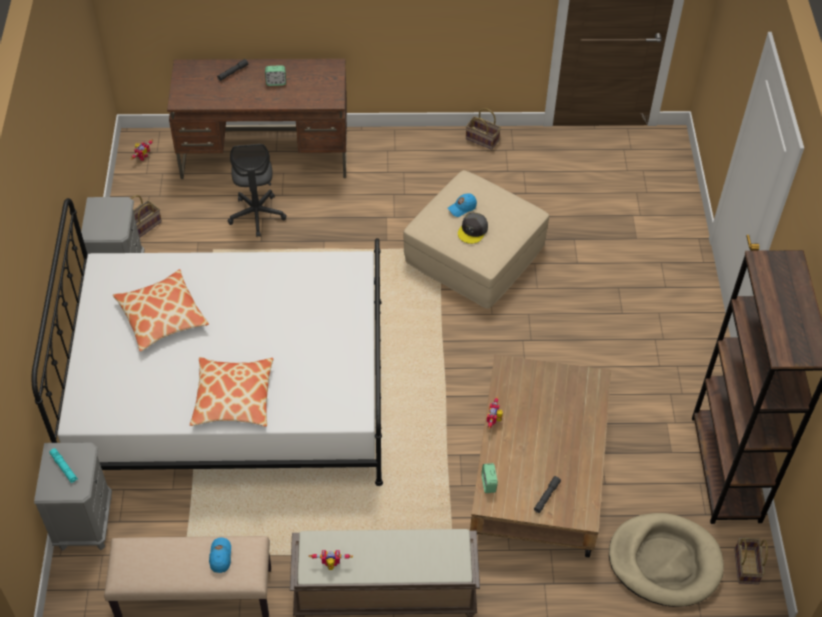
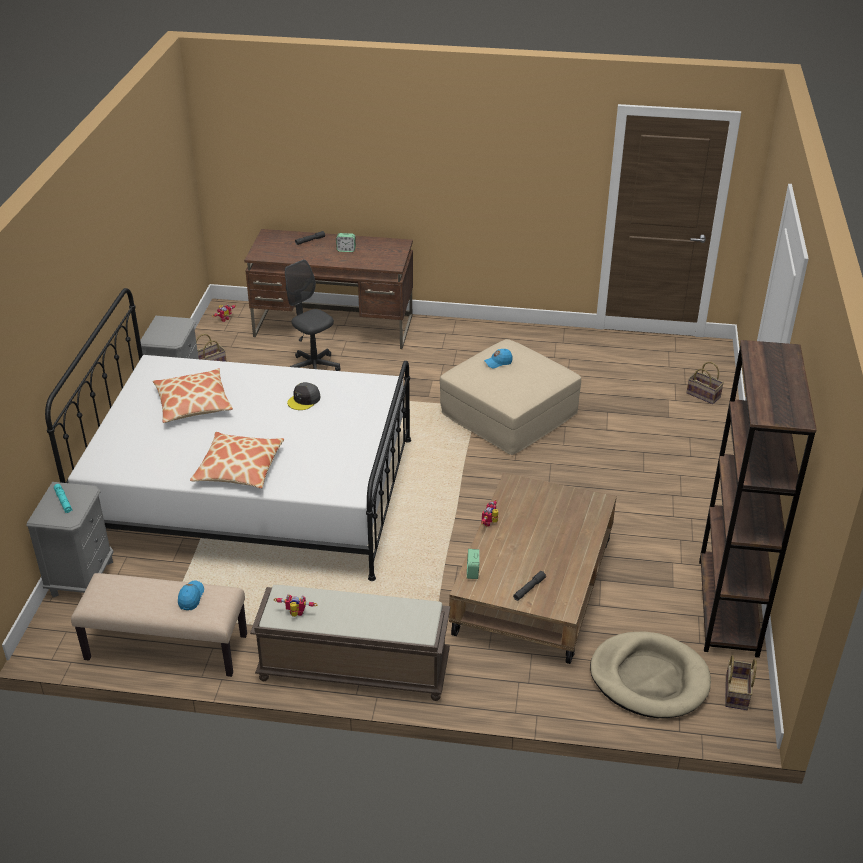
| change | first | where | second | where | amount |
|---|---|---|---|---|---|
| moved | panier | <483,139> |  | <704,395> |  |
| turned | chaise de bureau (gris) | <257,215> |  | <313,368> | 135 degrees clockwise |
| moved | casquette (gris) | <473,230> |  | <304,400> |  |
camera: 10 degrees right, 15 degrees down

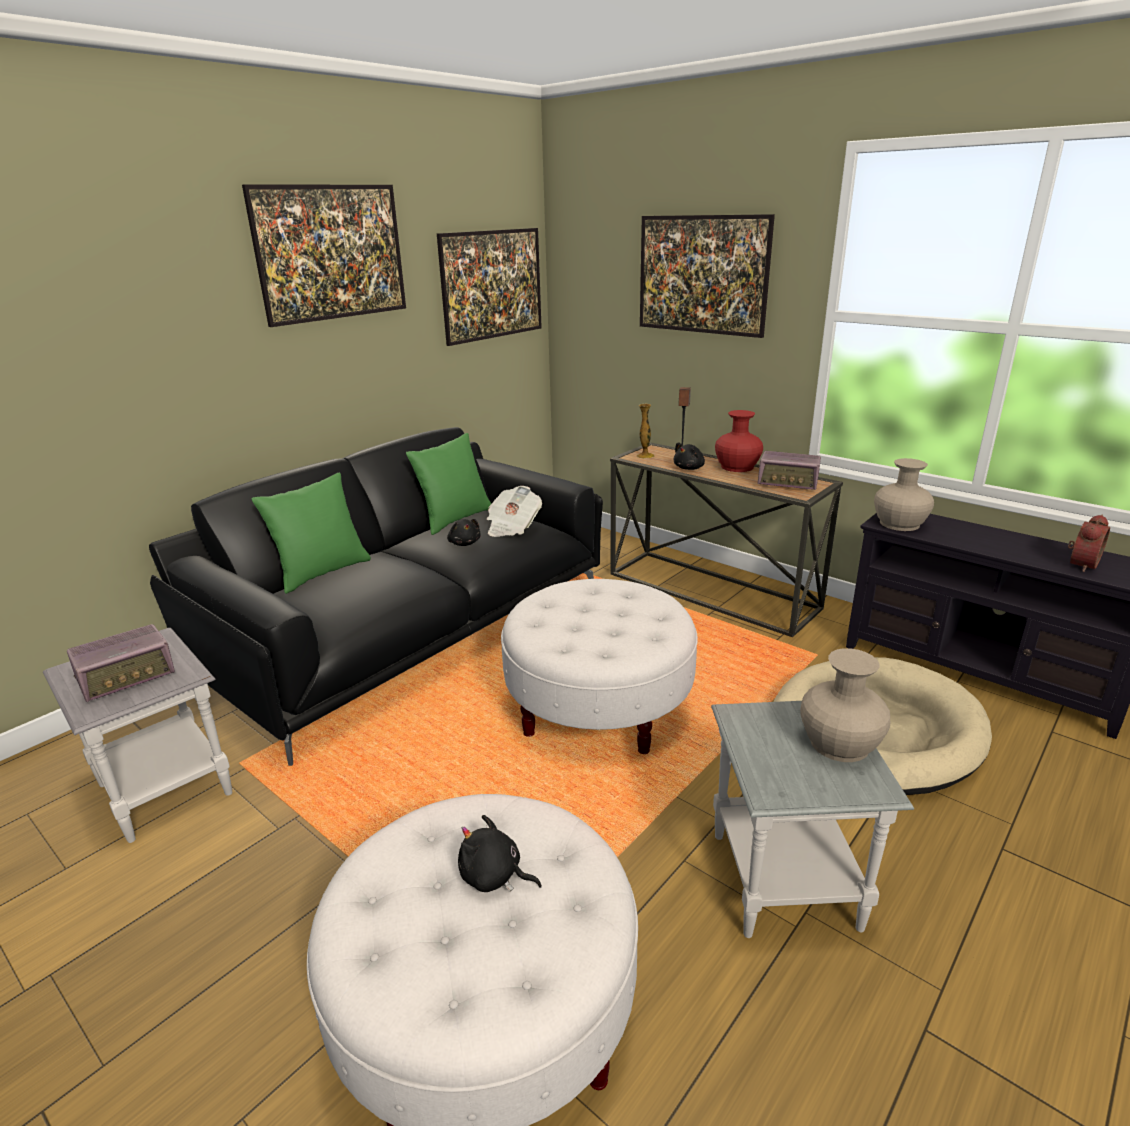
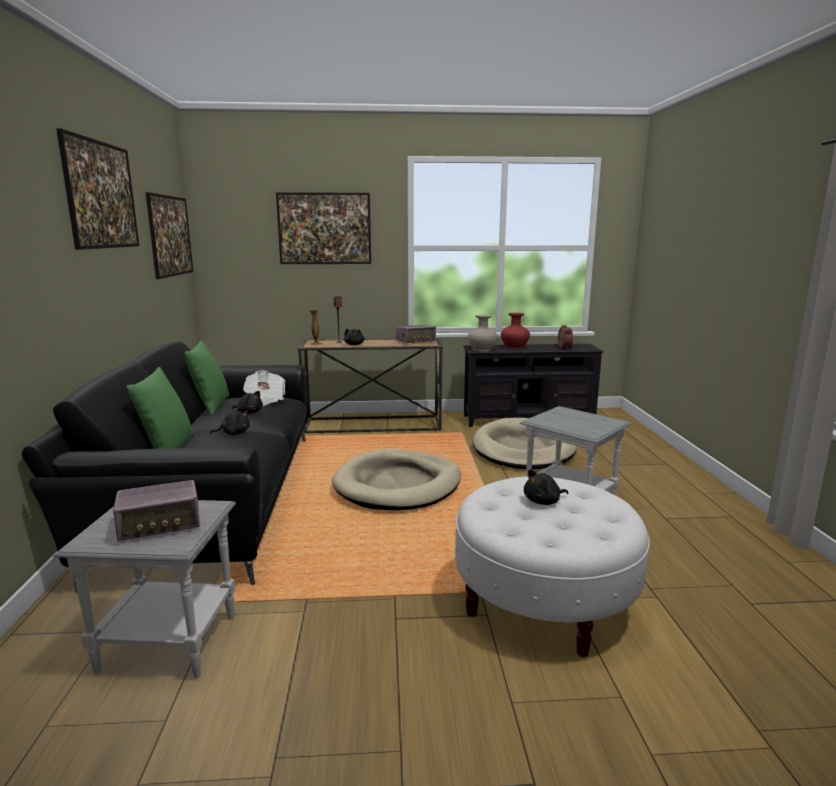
| change | first | where | second | where | amount |
|---|---|---|---|---|---|
| moved | vase (rouge) | <737,467> |  | <514,346> |  |
| replaced | pouf (blanc) | <599,707> | panier pour chien (beige) | <398,485> |  |
| turned | radio | <127,677> |  | <160,524> | 60 degrees clockwise |
| removed | vase (beige) | <839,743> |  |  |  |
| added |  |  | peluche (noir) | <234,433> |  |
camera: 45 degrees left, 10 degrees down

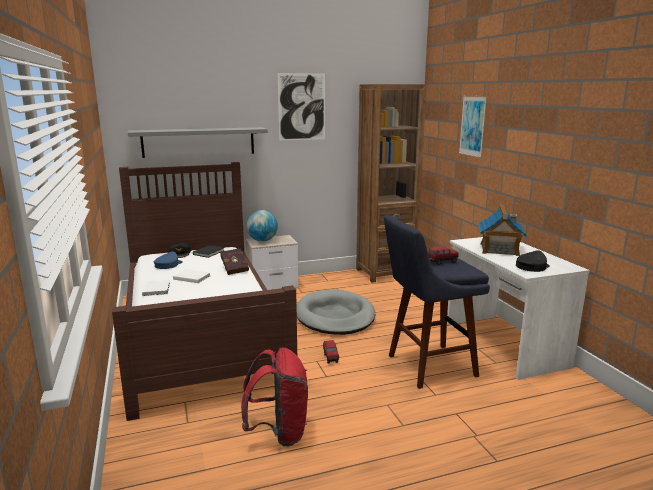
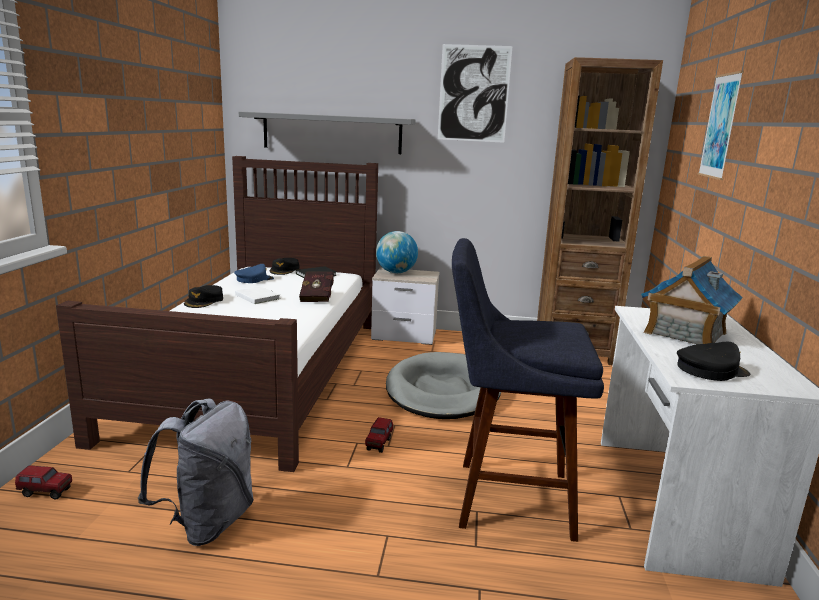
| change | first | where | second | where | amount |
|---|---|---|---|---|---|
| moved | camion jouet | <442,262> |  | <46,492> |  |
| replaced | livre (blanc) | <157,288> | casquette (noir) | <204,301> |  |
| recoloured | sac à dos (rouge) | <279,432> | sac à dos (gris) | <207,522> |  |
camera: 25 degrees right, 0 degrees up

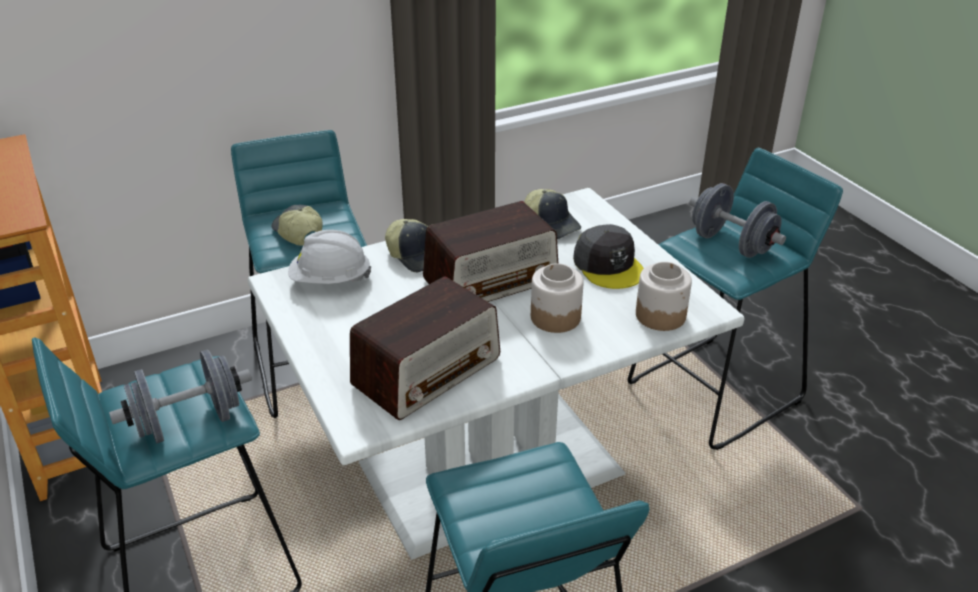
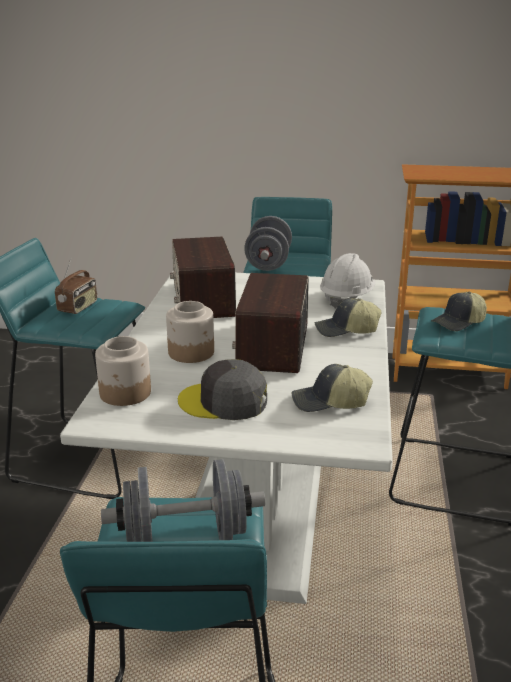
| change | first | where | second | where | amount |
|---|---|---|---|---|---|
| turned | casquette | <297,233> |  | <459,323> | 150 degrees clockwise |
| added |  |  | radio | <78,307> |  |
camera: 125 degrees right, 10 degrees down

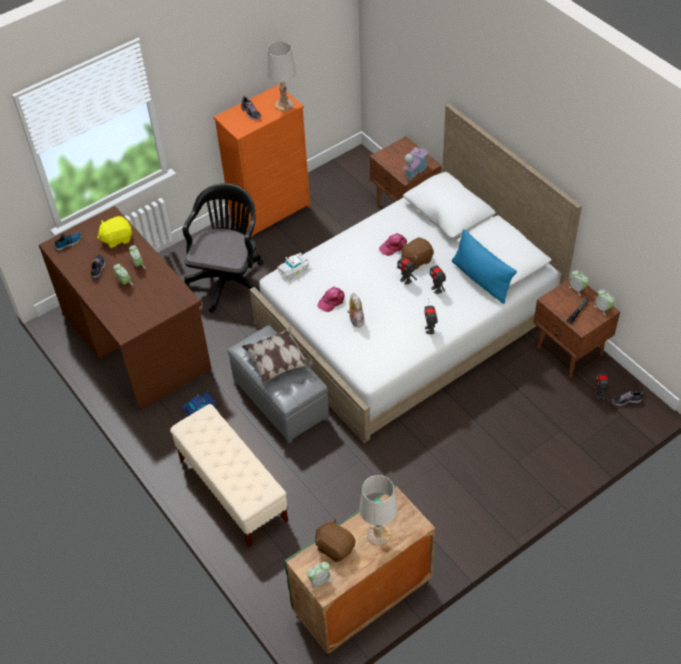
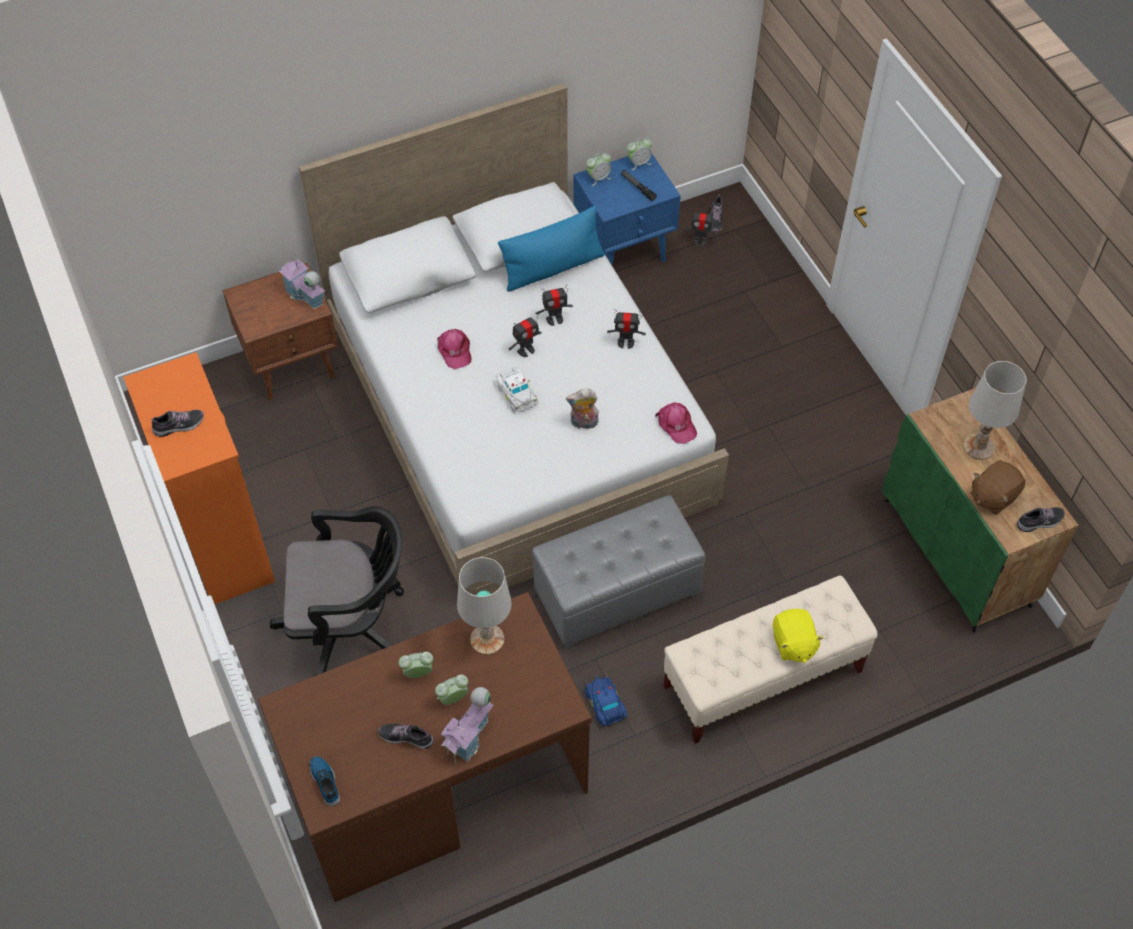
| change | first | where | second | where | amount |
|---|---|---|---|---|---|
| moved | lampe de table (blanc) | <284,104> |  | <487,638> |  |
| turned | chaise de bureau (noir) | <229,279> |  | <351,627> | 150 degrees clockwise |
| moved | peluche (jaune) | <117,239> |  | <793,644> |  |
| removed | peluche (marron) | <416,260> |  |  |  |
| moved | petite voiture (blanc) | <294,269> |  | <517,393> |  |
| recoloured | table de chevet (marron) | <570,351> | table de chevet (bleu) | <624,250> |  |
| moved | casquette (rose) | <332,300> |  | <676,425> |  |
| removed | coussin | <278,363> |  |  |  |
| replaced | réveil | <319,580> | chaussure | <1040,521> |  |
| added |  |  | maison miniature | <469,737> |  |
camera: 80 degrees left, 5 degrees up

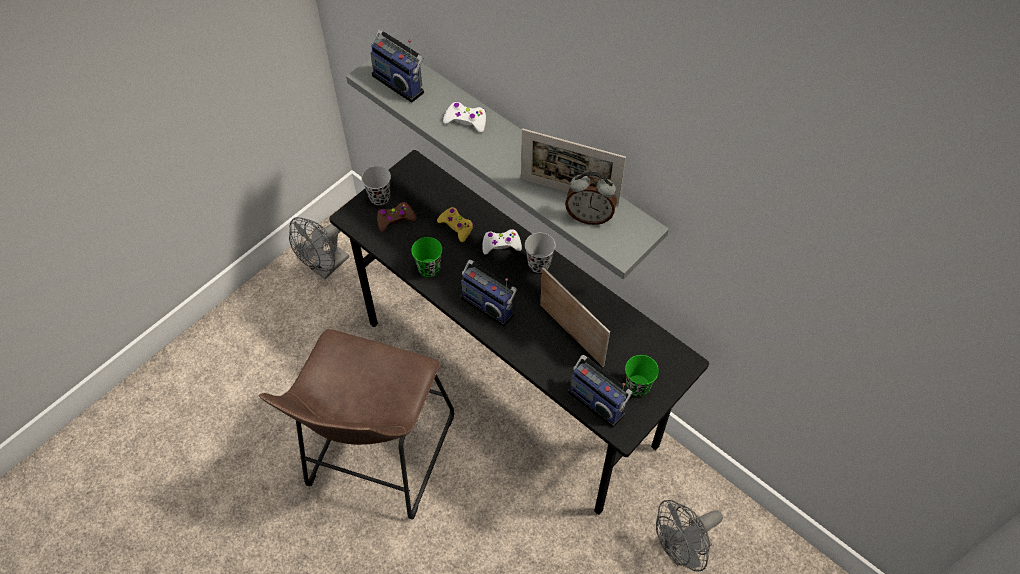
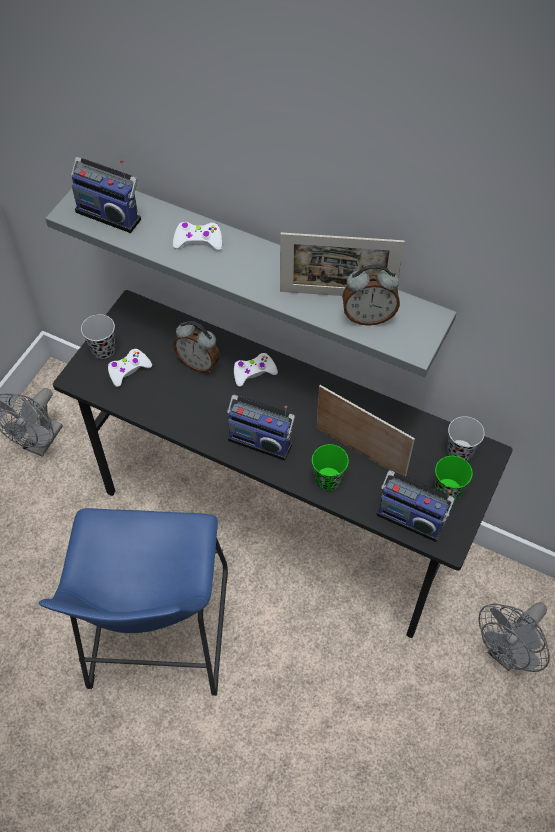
| change | first | where | second | where | amount |
|---|---|---|---|---|---|
| recoloured | manette (marron) | <395,219> | manette (blanc) | <128,370> |  |
| replaced | manette (jaune) | <456,226> | réveil | <198,363> |  |
| moved | tasse (noir) | <539,264> |  | <459,452> |  |
| moved | tasse (vert) | <429,268> |  | <328,480> |  |
| recoloured | tabouret (marron) | <377,458> | tabouret (bleu) | <157,638> |  |
camera: 15 degrees left, 0 degrees up

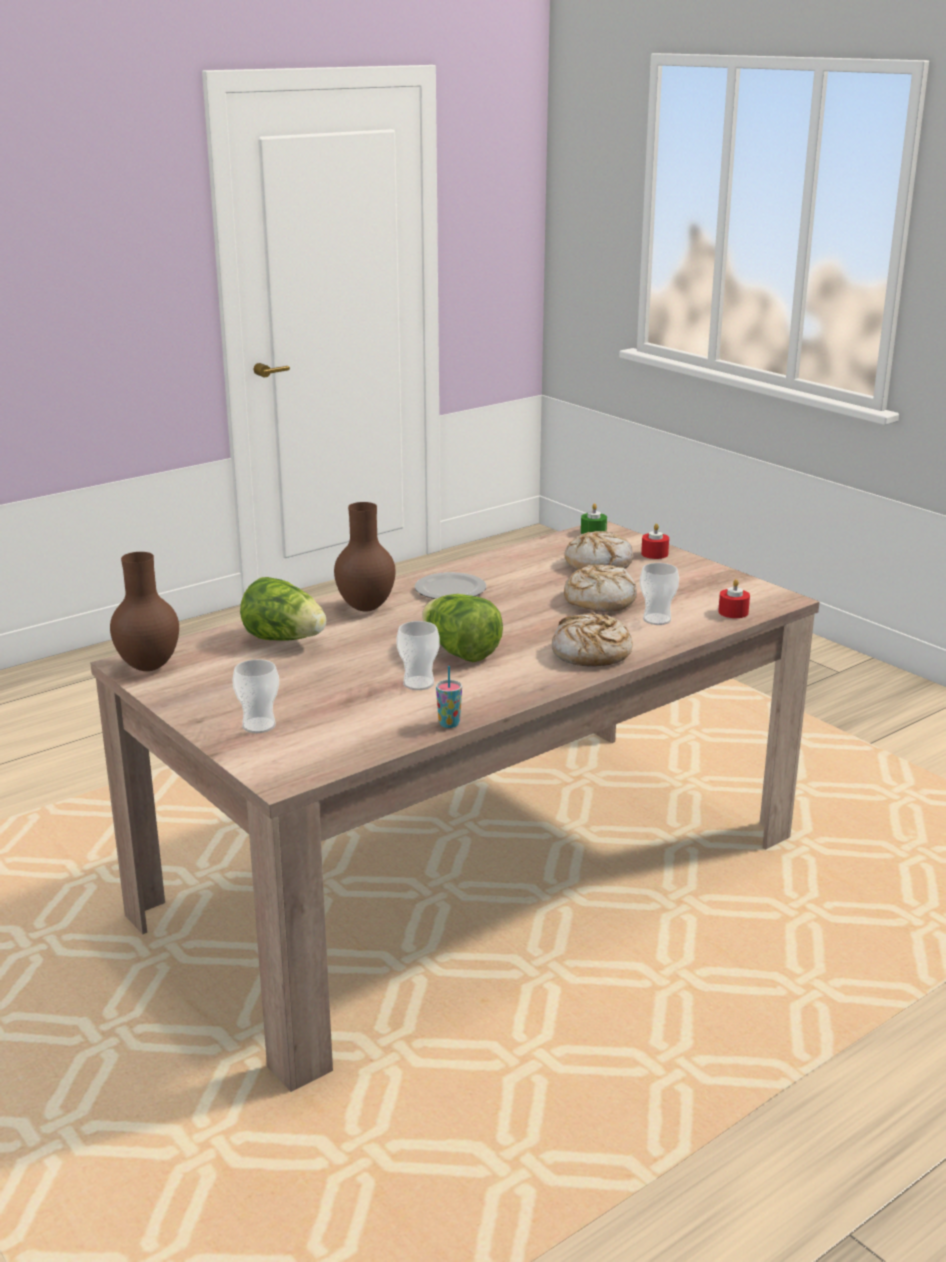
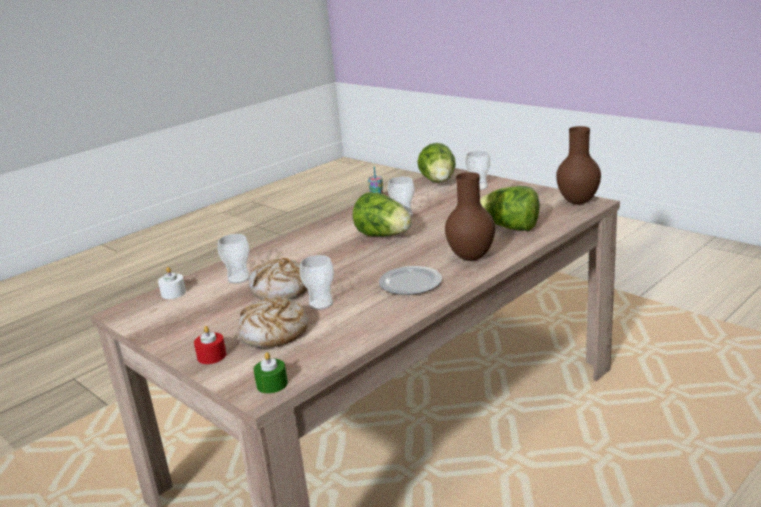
| change | first | where | second | where | amount |
|---|---|---|---|---|---|
| recoloured | bougie (rouge) | <733,612> | bougie (blanc) | <173,293> |  |
| removed | pain | <591,653> |  |  |  |
| added |  |  | laitue | <439,182> |  |
| added |  |  | tasse | <321,304> |  |
camera: 175 degrees right, 0 degrees up

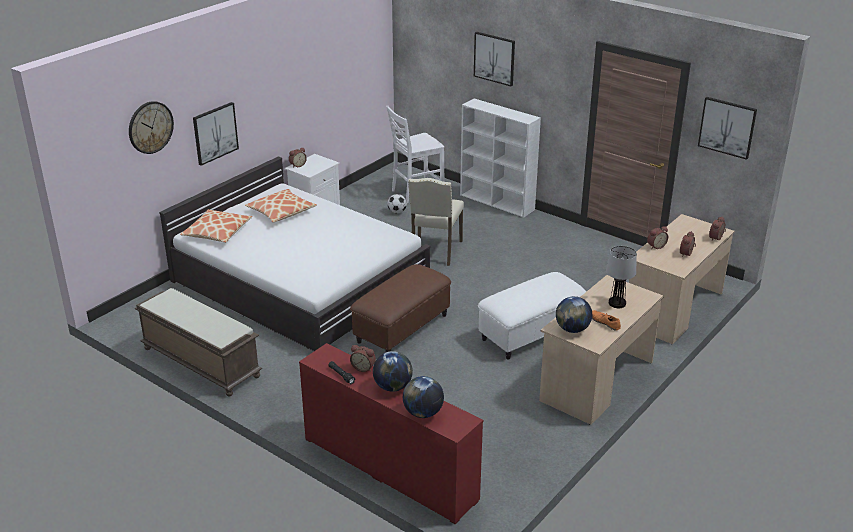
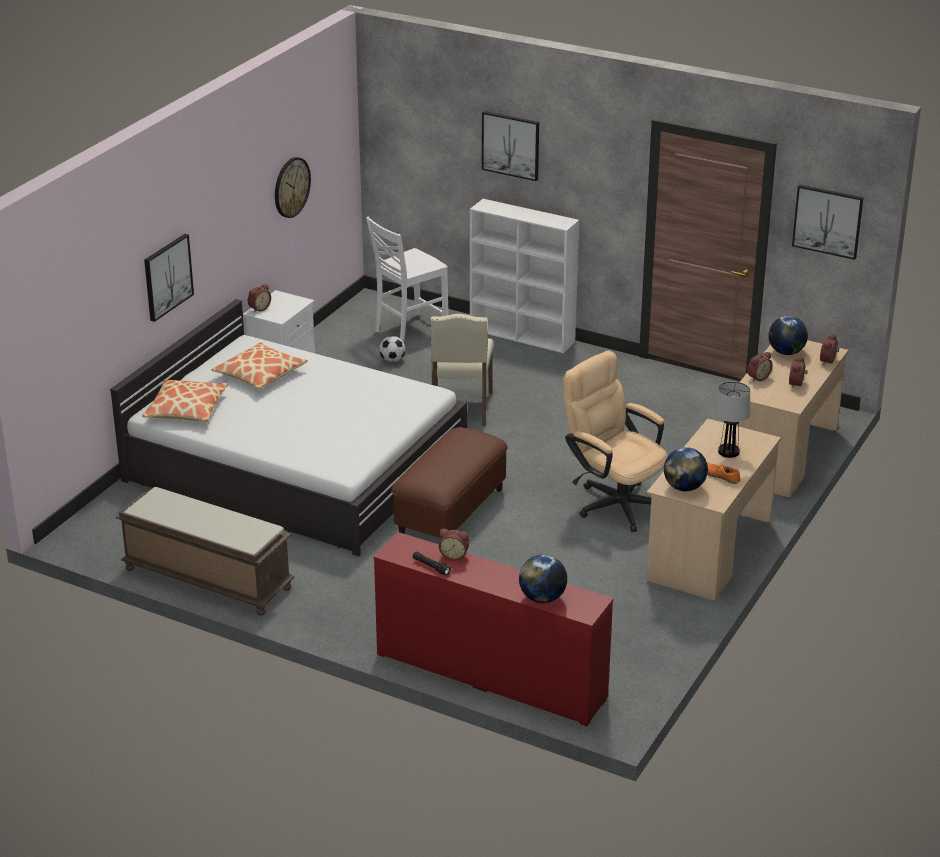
| change | first | where | second | where | amount |
|---|---|---|---|---|---|
| moved | horloge murale | <150,127> |  | <291,187> |  |
| replaced | pouf (blanc) | <530,333> | chaise de bureau (beige) | <614,501> |  |
| moved | globe | <393,387> |  | <786,352> |  |
camera: 10 degrees left, 0 degrees up

